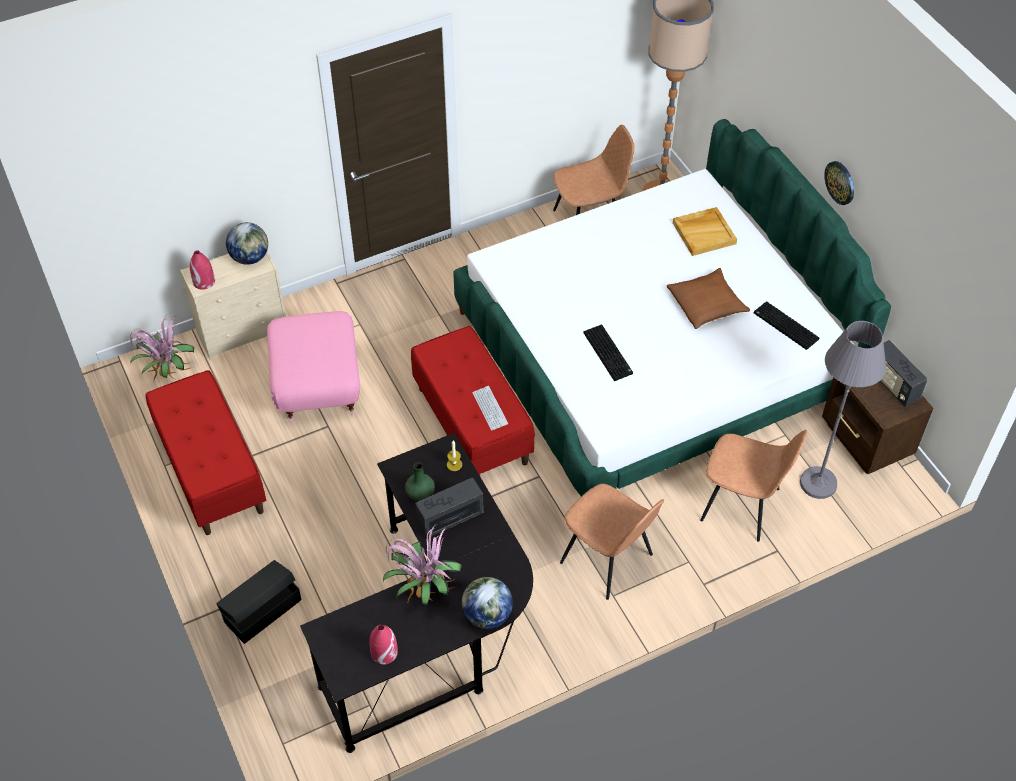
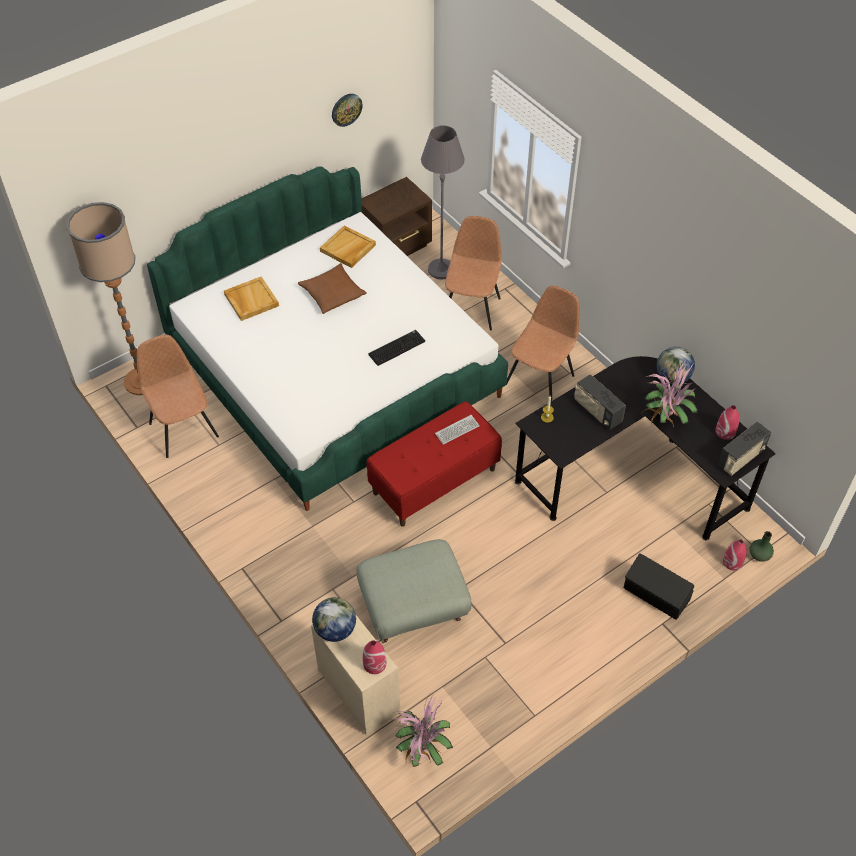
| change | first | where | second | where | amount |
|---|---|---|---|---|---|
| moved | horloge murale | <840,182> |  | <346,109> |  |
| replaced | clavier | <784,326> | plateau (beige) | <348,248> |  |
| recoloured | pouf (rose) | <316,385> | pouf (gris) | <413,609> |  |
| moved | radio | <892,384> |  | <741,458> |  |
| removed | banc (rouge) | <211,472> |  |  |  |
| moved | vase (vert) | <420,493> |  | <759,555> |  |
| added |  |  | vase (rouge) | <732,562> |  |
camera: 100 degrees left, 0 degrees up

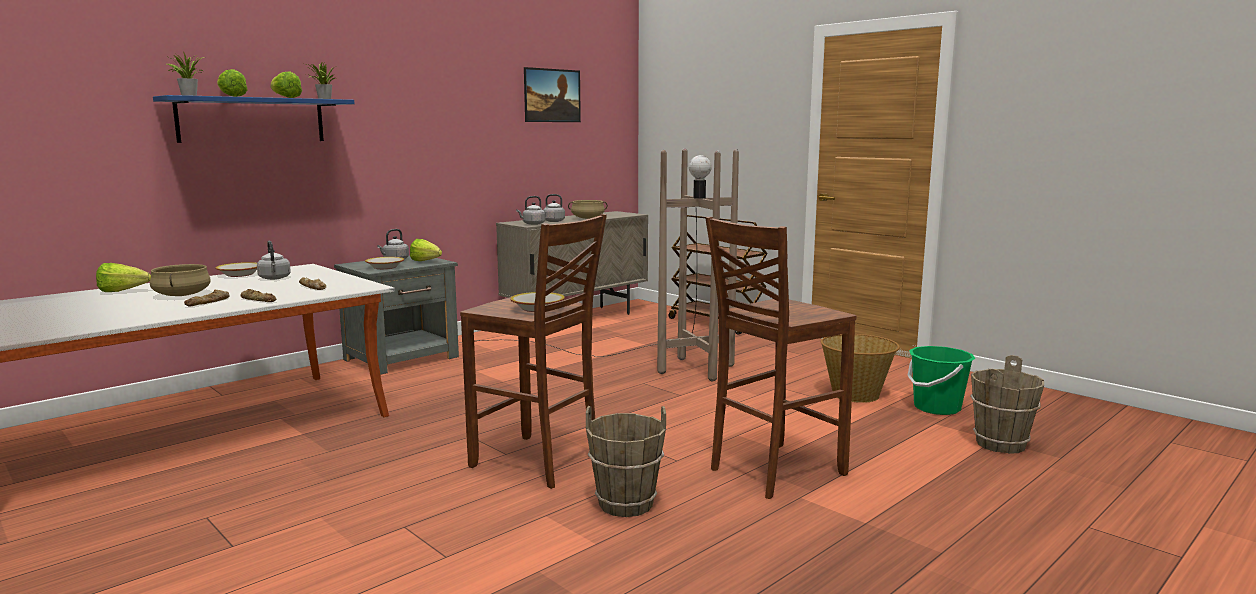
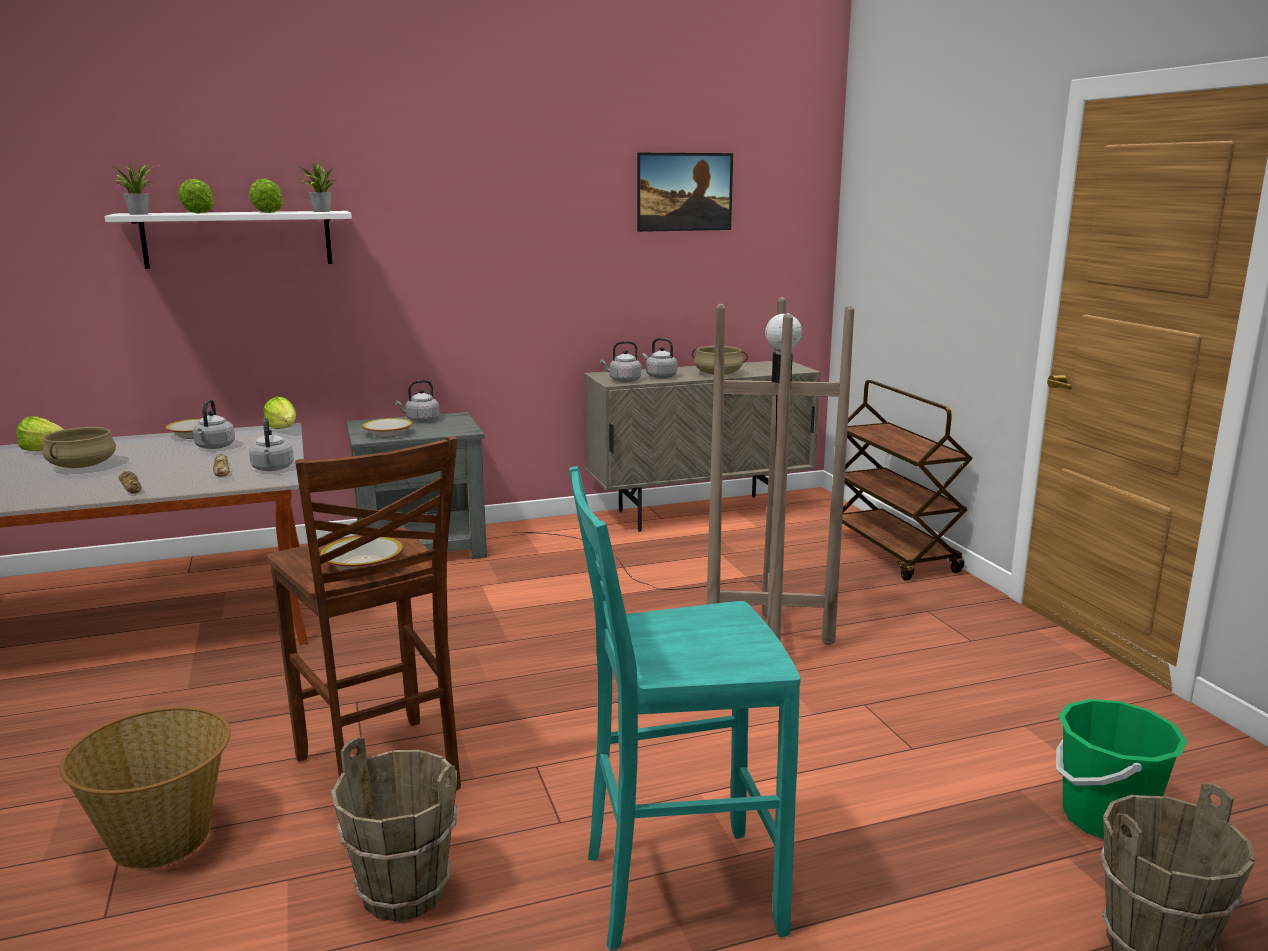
| change | first | where | second | where | amount |
|---|---|---|---|---|---|
| recoloured | étagère (bleu) | <252,120> | étagère (blanc) | <238,239> |  |
| recoloured | tabouret (marron) | <773,471> | tabouret (turquoise) | <676,889> |  |
| moved | laitue | <427,262> |  | <283,431> |  |
| removed | pain | <209,302> |  |  |  |
| moved | panier | <856,394> |  | <163,839> |  |
| added |  |  | bouilloire (gris) | <272,469> |  |
camera: 25 degrees right, 5 degrees up

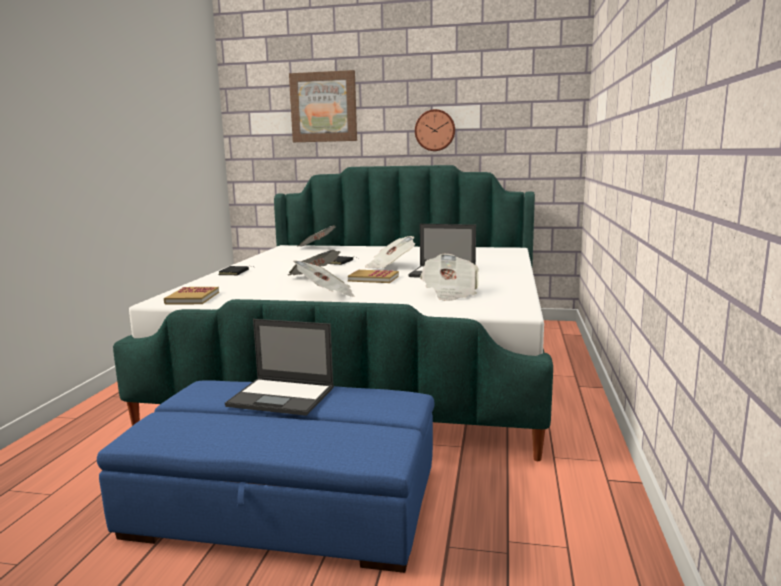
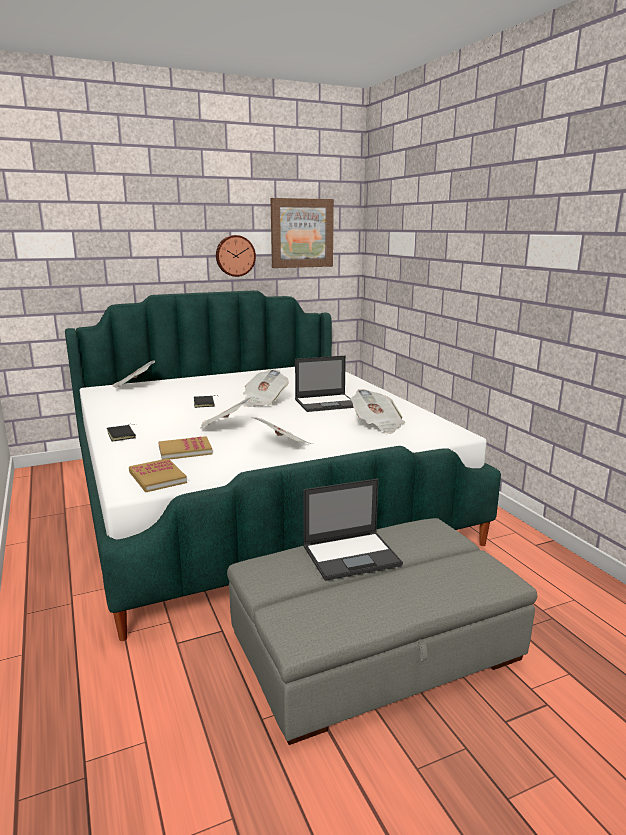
| change | first | where | second | where | amount |
|---|---|---|---|---|---|
| moved | tableau | <323,107> |  | <301,233> |  |
| moved | livre | <373,278> |  | <185,450> |  |
| recoloured | pouf (bleu) | <286,502> | pouf (gris) | <374,646> |  |
camera: 35 degrees left, 5 degrees up

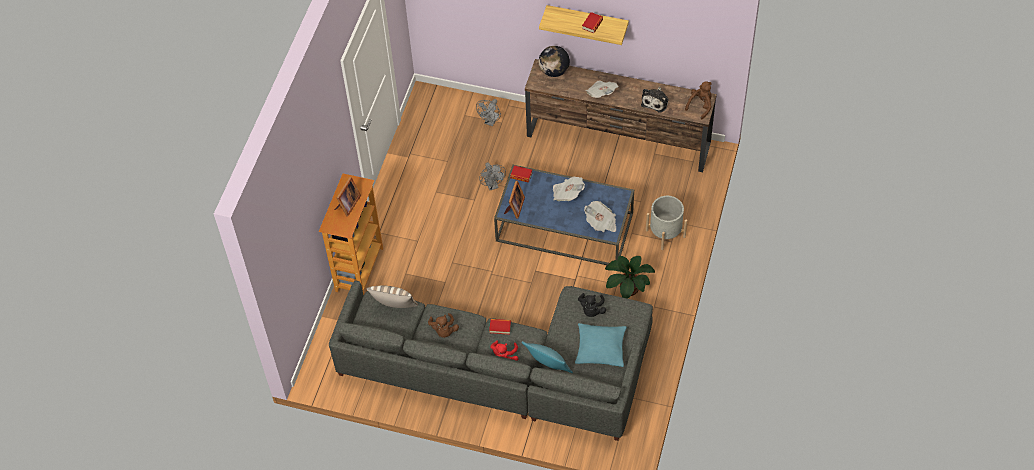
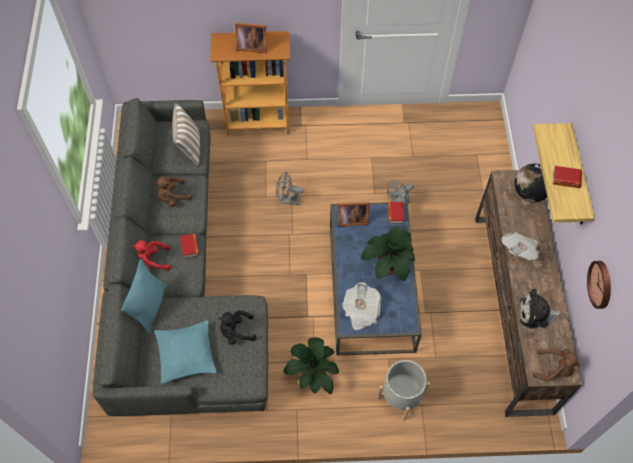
| change | first | where | second | where | amount |
|---|---|---|---|---|---|
| moved | ventilateur (gris) | <490,121> |  | <288,200> |  |
| replaced | journal | <567,194> | plante en pot | <388,266> |  |
| added |  |  | horloge murale | <601,284> |  |
camera: 70 degrees right, 5 degrees up

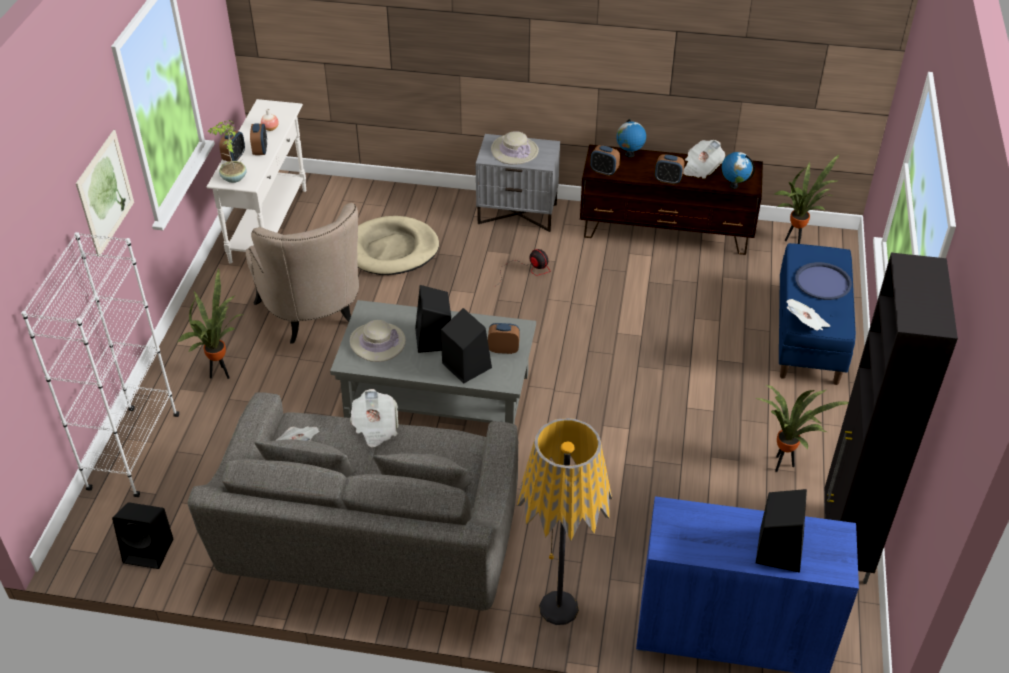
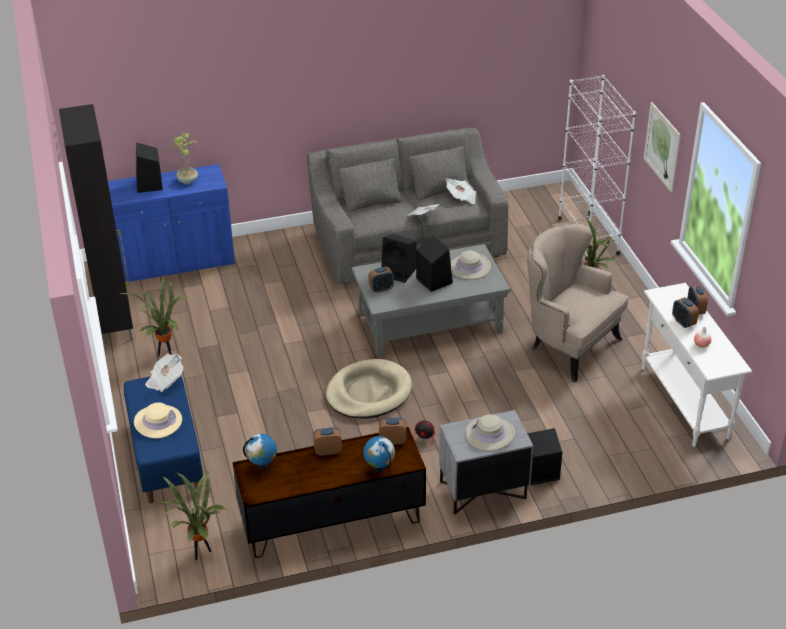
| change | first | where | second | where | amount |
|---|---|---|---|---|---|
| moved | plante en pot | <233,178> |  | <188,180> |  |
| removed | journal | <701,168> |  |  |  |
| moved | panier pour chien (beige) | <391,249> |  | <368,393> |  |
| replaced | plateau (bleu) | <823,282> | chapeau (beige) | <158,422> |  |
| removed | lampadaire | <558,608> |  |  |  |
| moved | enceinte (noir) | <150,550> |  | <539,472> |  |
camera: 155 degrees right, 5 degrees down

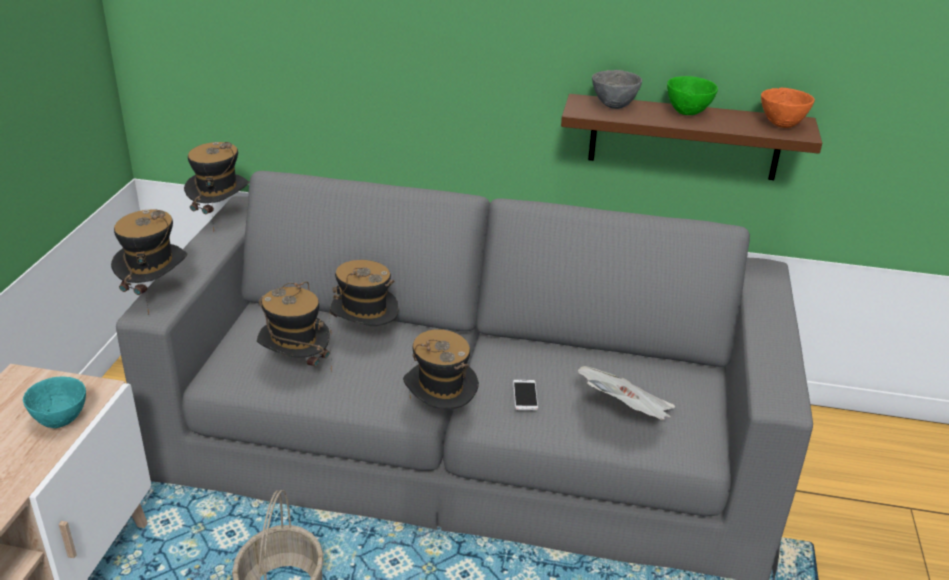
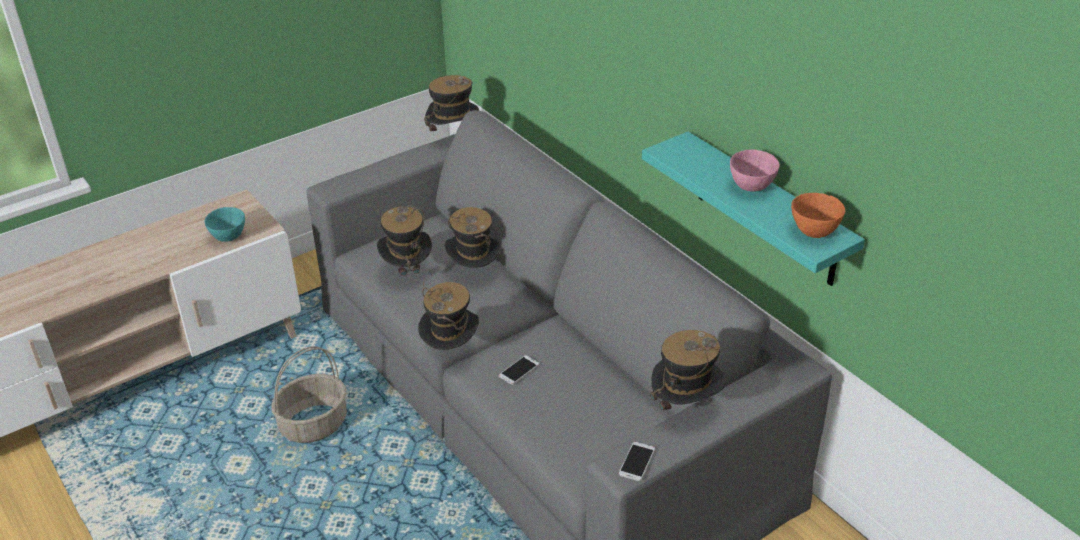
| change | first | where | second | where | amount |
|---|---|---|---|---|---|
| removed | bol (gris) | <614,106> |  |  |  |
| recoloured | bol (vert) | <688,112> | bol (rose) | <752,187> |  |
| recoloured | étagère (marron) | <684,137> | étagère (turquoise) | <766,210> |  |
| moved | chapeau | <155,294> |  | <685,408> |  |
| removed | journal | <626,414> |  |  |  |
| added |  |  | téléphone | <637,461> |  |
camera: 45 degrees right, 5 degrees up

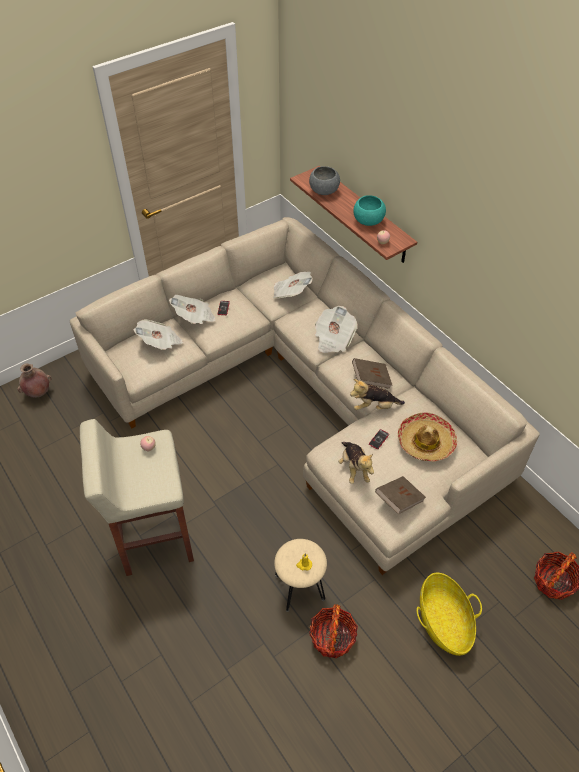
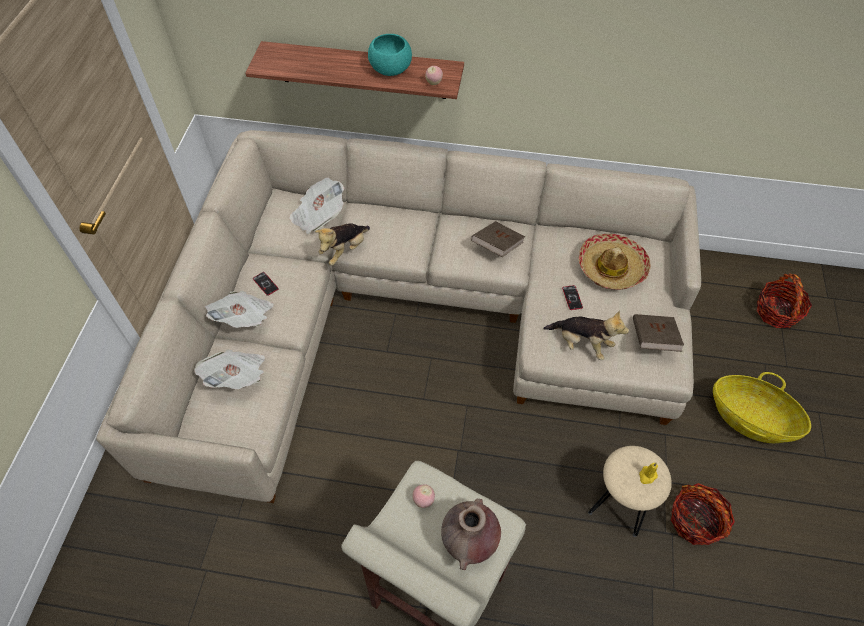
| change | first | where | second | where | amount |
|---|---|---|---|---|---|
| removed | bol (gris) | <323,191> |  |  |  |
| removed | journal | <333,339> |  |  |  |
| moved | vase (marron) | <38,393> |  | <469,543> |  |
| moved | peluche | <374,406> |  | <344,250> |  |
camera: 45 degrees left, 5 degrees up

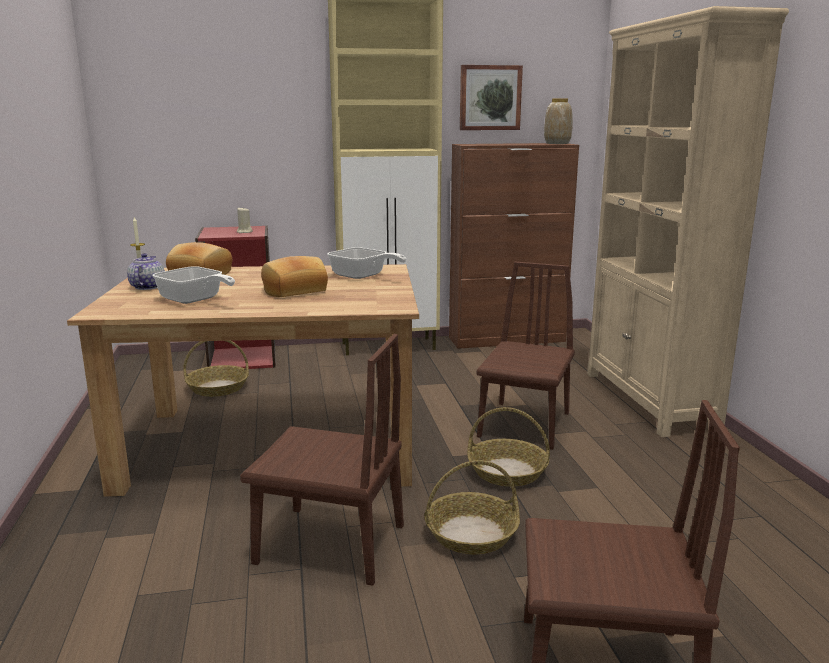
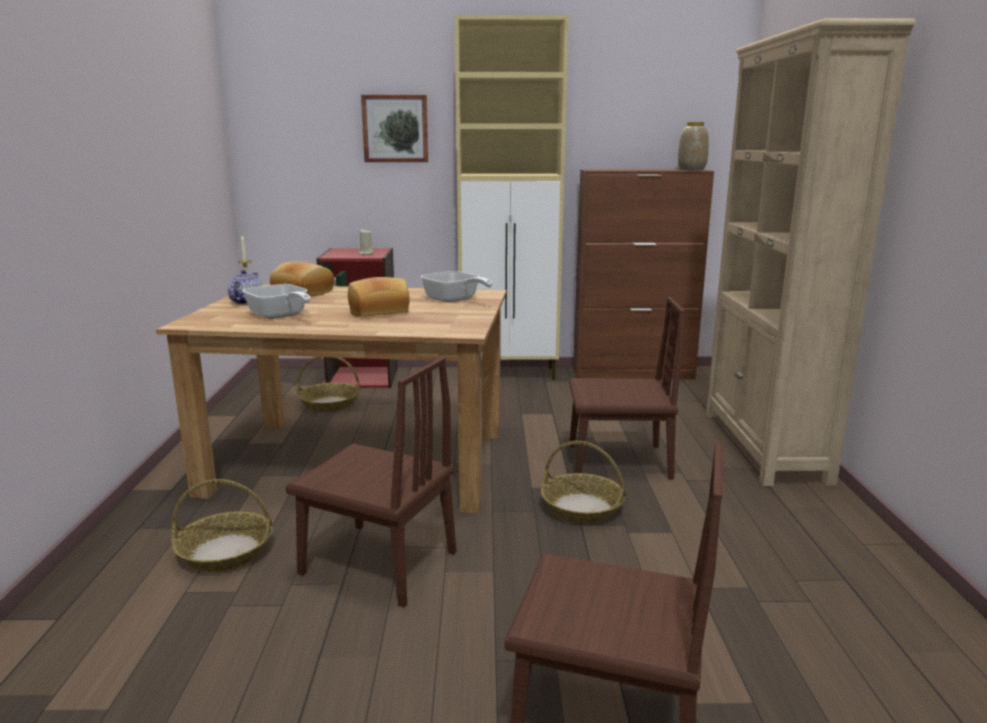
| change | first | where | second | where | amount |
|---|---|---|---|---|---|
| moved | tableau | <490,98> |  | <395,129> |  |
| turned | chaise (marron) | <524,424> |  | <618,461> | 60 degrees clockwise |
| moved | panier | <470,534> |  | <224,552> |  |
camera: 10 degrees right, 0 degrees up

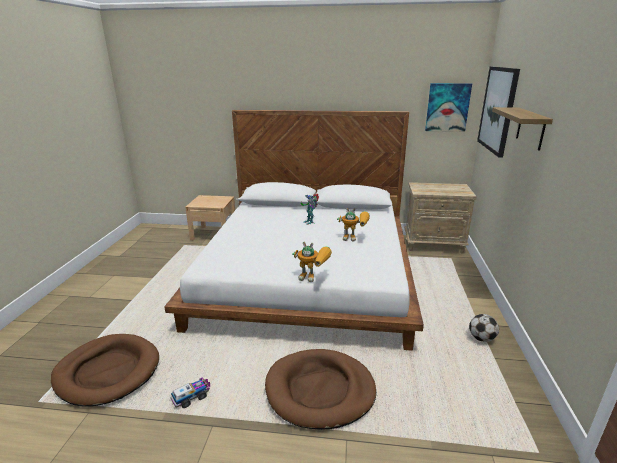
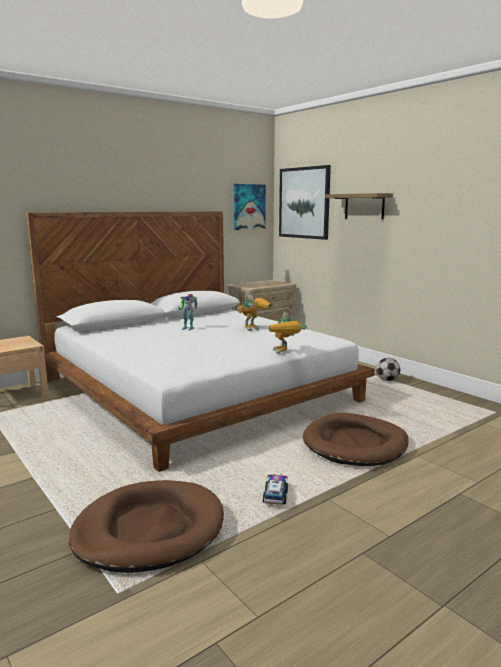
| change | first | where | second | where | amount |
|---|---|---|---|---|---|
| turned | robot jouet | <314,278> |  | <285,353> | 105 degrees clockwise |
camera: 45 degrees left, 10 degrees down

